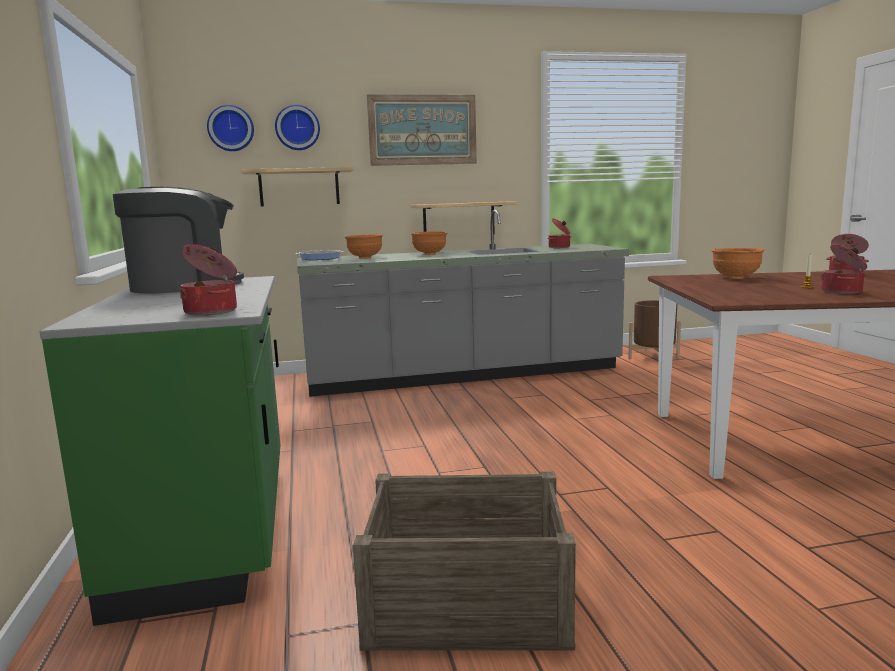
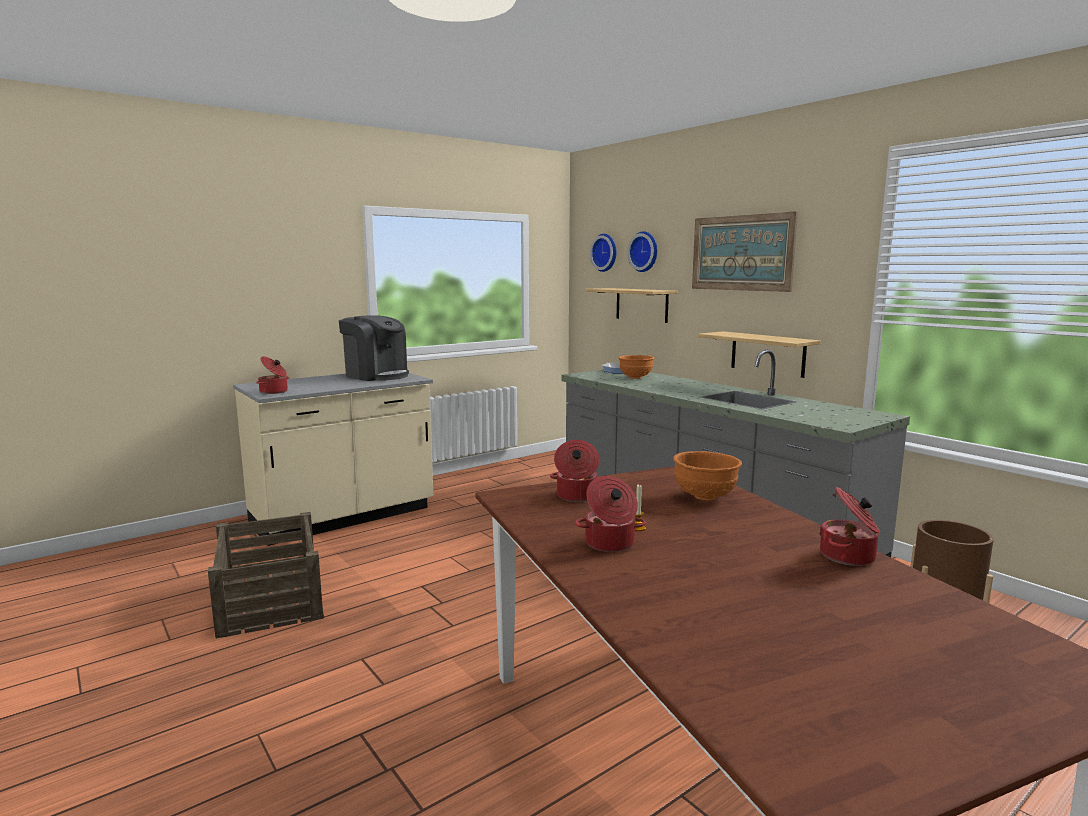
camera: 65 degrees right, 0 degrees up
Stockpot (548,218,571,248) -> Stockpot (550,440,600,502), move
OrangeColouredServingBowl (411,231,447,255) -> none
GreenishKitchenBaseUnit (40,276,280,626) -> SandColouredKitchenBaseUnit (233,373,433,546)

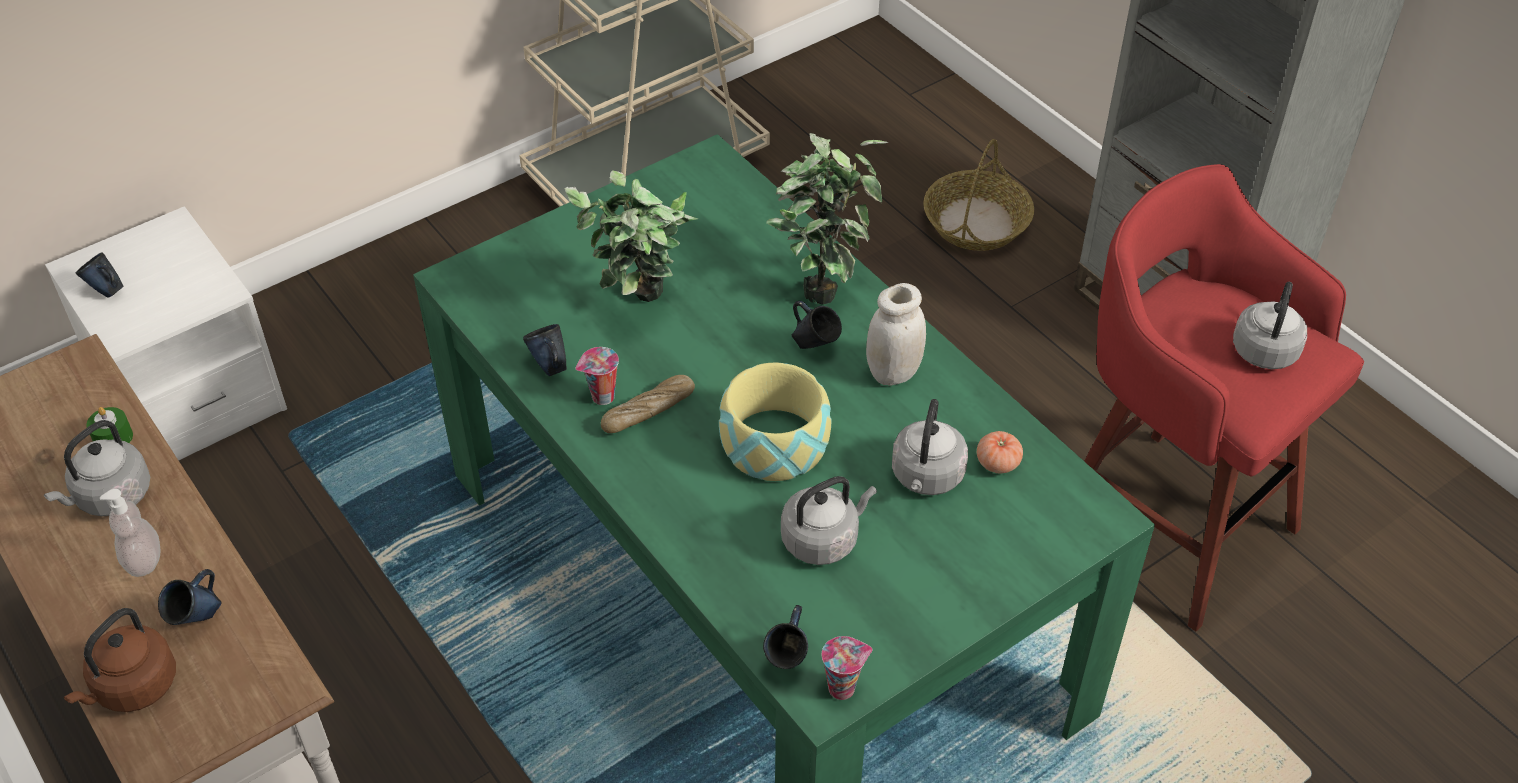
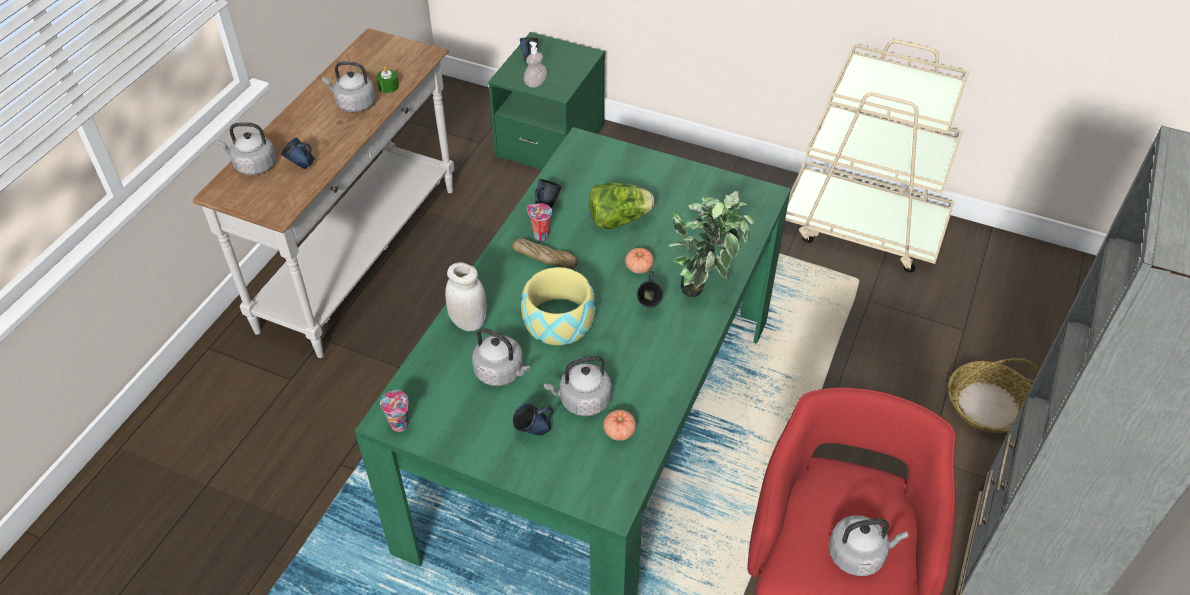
camera: 60 degrees right, 0 degrees up
Houseplant (564,170,698,302) -> Lettuce (589,183,655,229)
WhiteColouredNightstand (45,206,287,460) -> GreenishNightstand (488,32,605,170)
WhiteColouredJar (866,283,926,386) -> WhiteColouredJar (445,262,487,331), move
LiquidSoapBottle (100,489,160,577) -> LiquidSoapBottle (524,42,547,88), move
BlueColouredCoffeeMug (763,605,808,669) -> BlueColouredCoffeeMug (513,403,554,435), move
BrownishTeaKettle (64,608,176,712) -> GreyTeaKettle (217,122,276,175)
none -> FreshTomato (625,248,654,274)

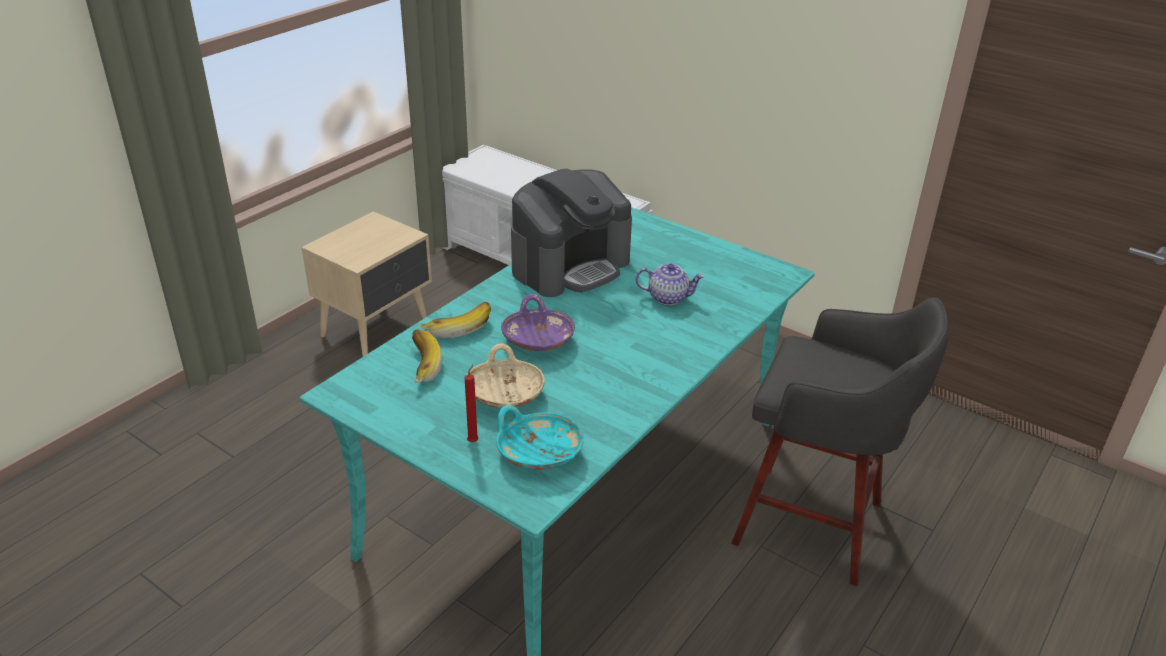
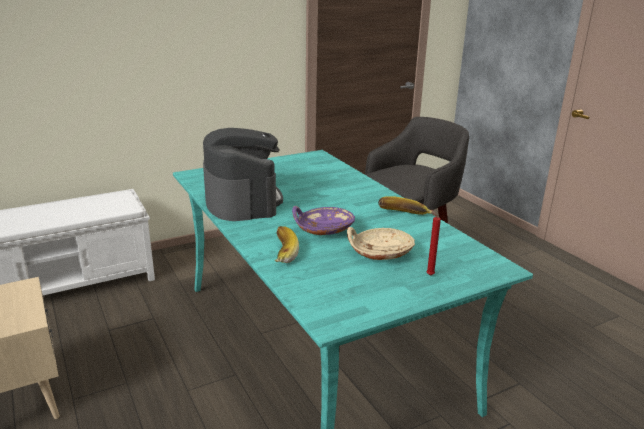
camera: 65 degrees left, 10 degrees down
Teapot (636,264,704,305) -> none
BananaFruit (412,329,443,382) -> BananaFruit (378,196,432,215), move
BlueGreenServingBowl (496,405,584,470) -> none

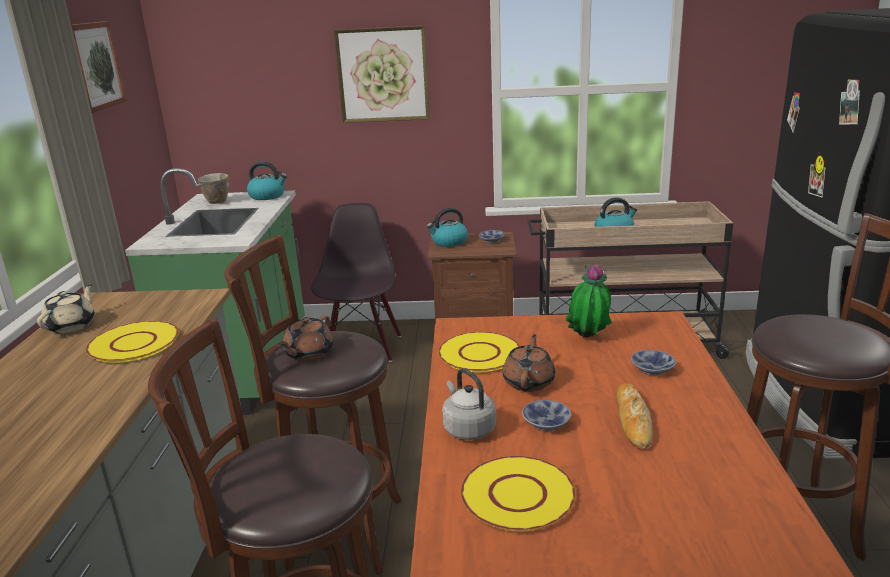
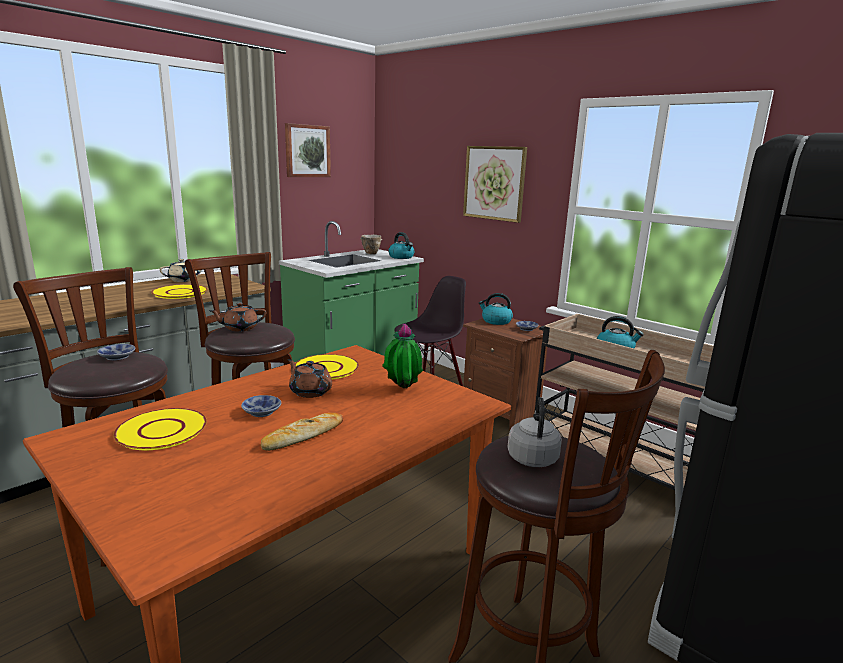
camera: 40 degrees right, 5 degrees down
BrownishTeapot (503,334,555,392) -> BrownishTeapot (288,359,332,398), 105 degrees counterclockwise
ServingBowl (631,350,676,375) -> ServingBowl (97,344,135,361), move
GreyTeaKettle (442,368,496,440) -> GreyTeaKettle (507,397,562,467), move

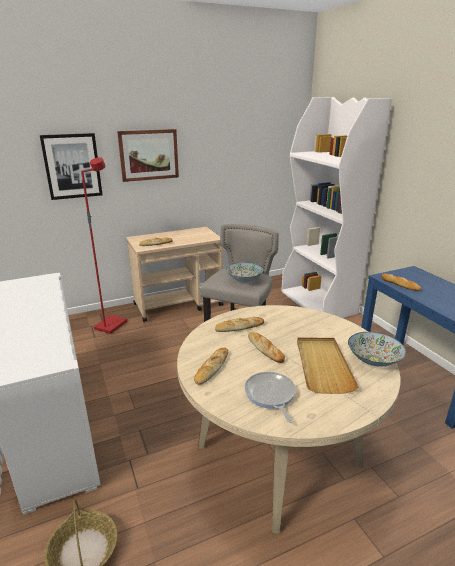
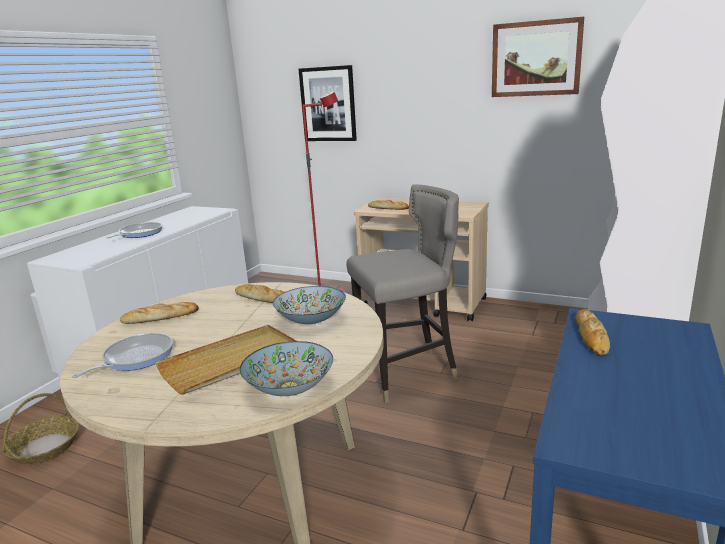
camera: 50 degrees right, 5 degrees down
WallArt (117,129,179,182) -> WallArt (492,17,584,97), move
ServingBowl (226,262,264,282) -> ServingBowl (273,286,346,324), move
Bread (248,332,285,363) -> none
none -> Pan (106,222,162,238)

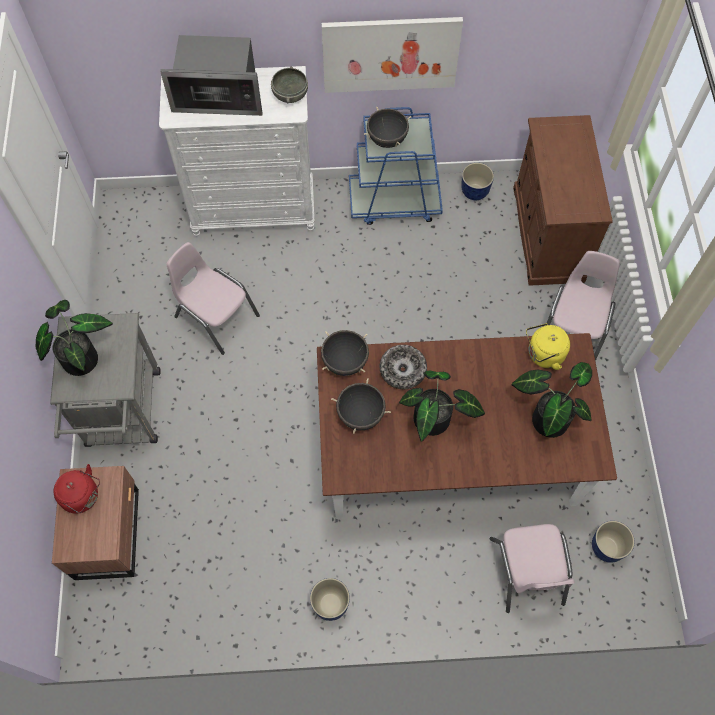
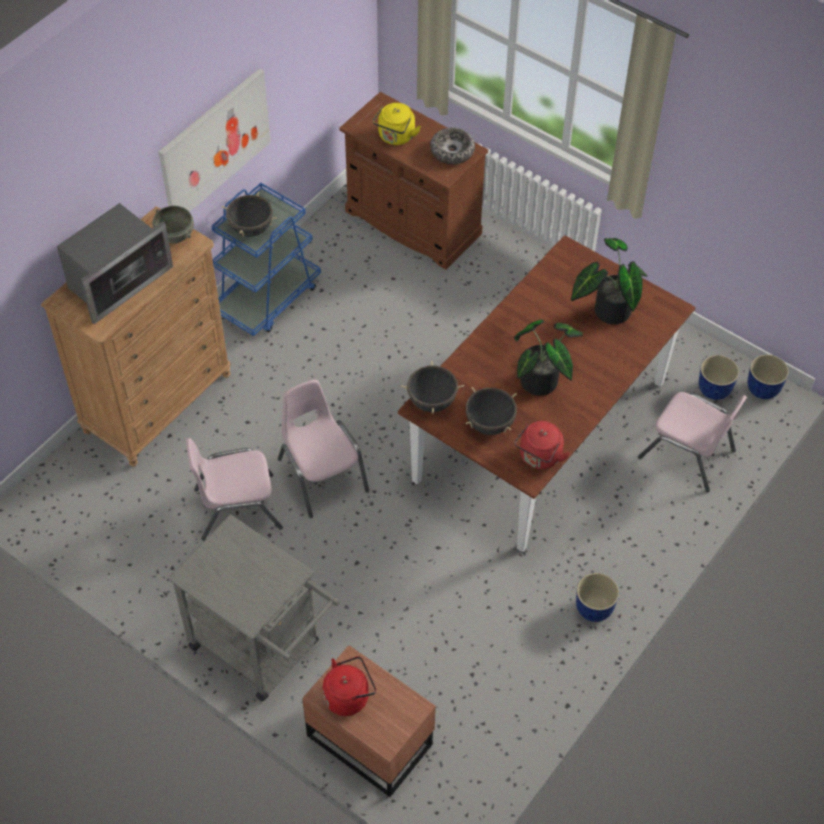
camera: 50 degrees left, 10 degrees down
WhiteColouredDresser (159,66,314,236) -> BrownishDresser (41,206,230,467)
PlantPot (461,163,494,200) -> PlantPot (748,354,789,399), move
PinkColouredUprightChair (547,251,620,361) -> PinkColouredUprightChair (278,380,369,518), move
Houseplant (36,300,113,376) -> none
YellowTeaKettle (526,323,570,370) -> YellowTeaKettle (373,103,421,145), move
ServingBowl (380,345,427,389) -> ServingBowl (430,128,475,164), move
none -> RedTeaKettle (514,421,570,469)

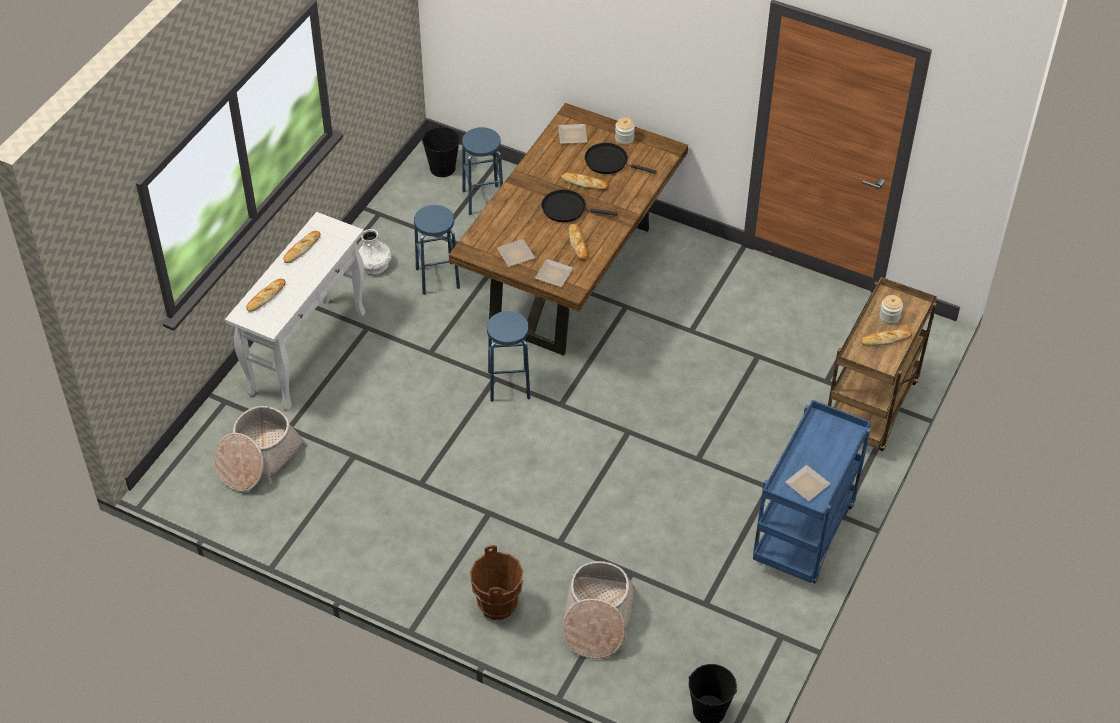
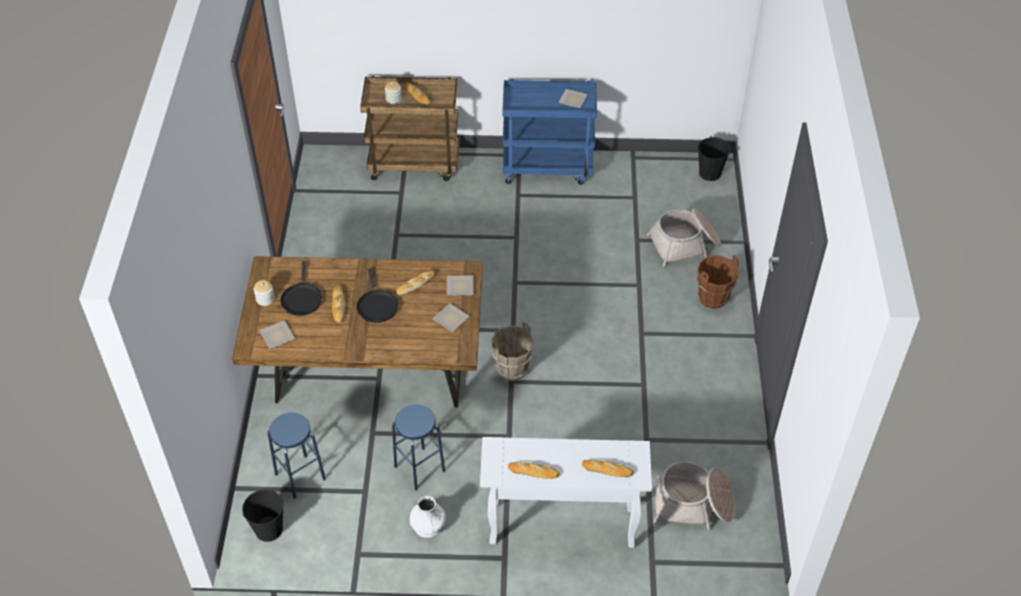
camera: 115 degrees left, 0 degrees up
BlueColouredStool (487,311,530,402) -> BrownishBucket (491,322,534,381)

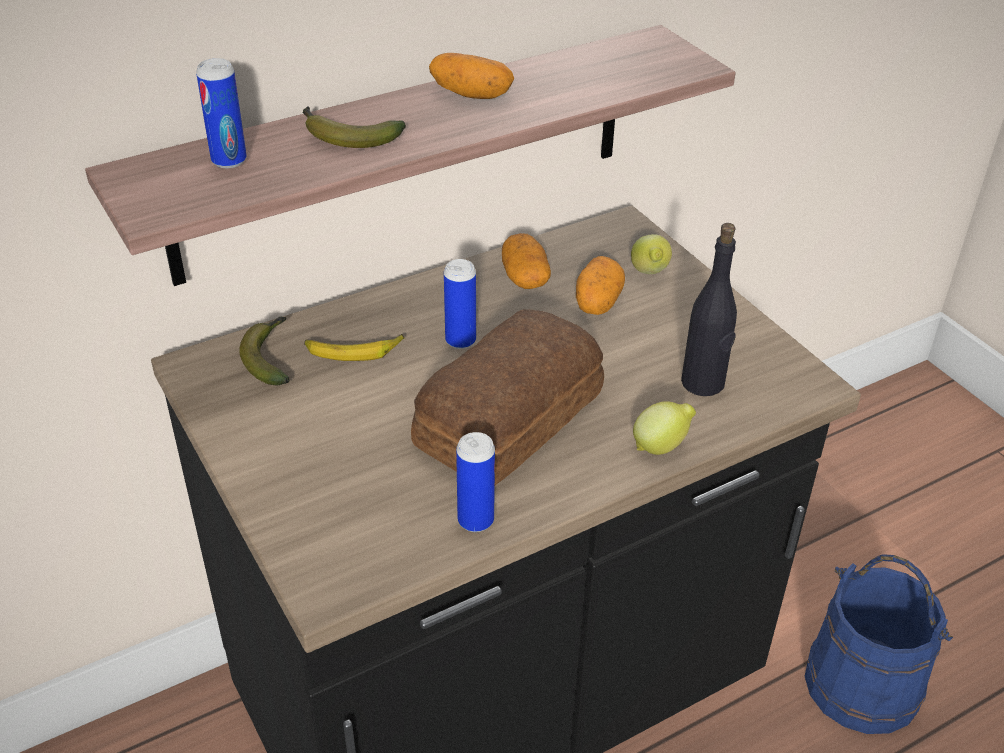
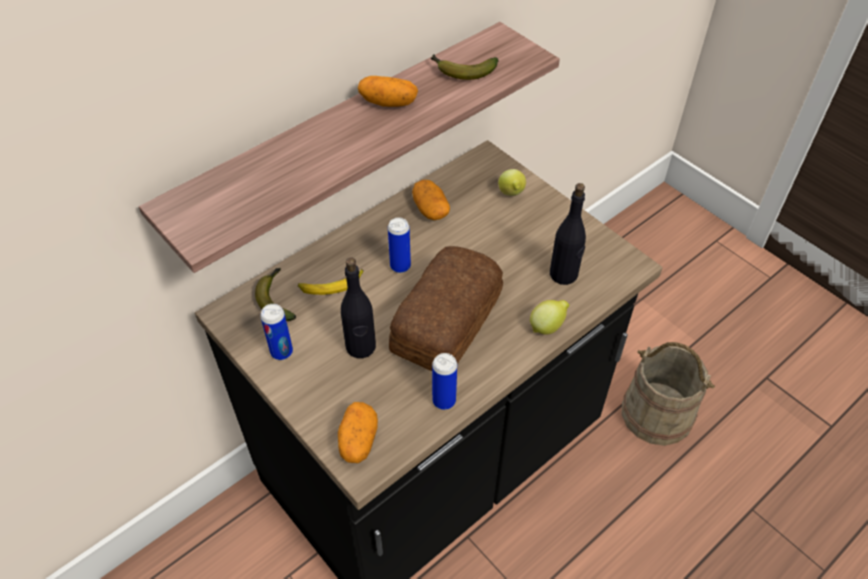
camera: 10 degrees left, 10 degrees up
SealedCan (196,58,247,168) -> SealedCan (260,304,293,360), move
BananaFruit (302,106,406,148) -> BananaFruit (431,54,498,80), move
Potato (576,256,625,315) -> Potato (338,402,378,463), move
BlueColouredBucket (805,554,953,734) -> SandColouredBucket (622,342,715,446)
none -> BlackColouredBeverageBottle (341,257,376,358)

